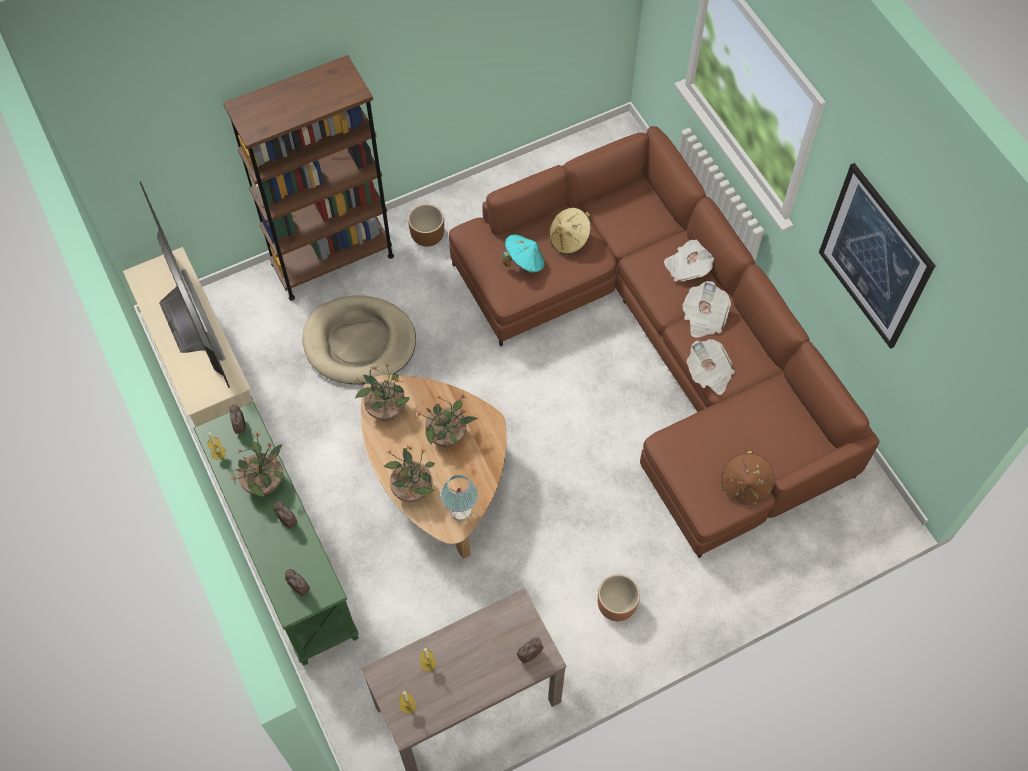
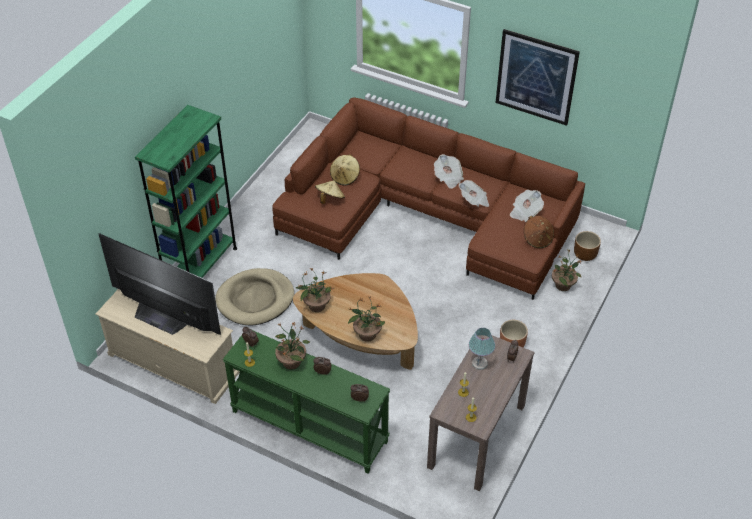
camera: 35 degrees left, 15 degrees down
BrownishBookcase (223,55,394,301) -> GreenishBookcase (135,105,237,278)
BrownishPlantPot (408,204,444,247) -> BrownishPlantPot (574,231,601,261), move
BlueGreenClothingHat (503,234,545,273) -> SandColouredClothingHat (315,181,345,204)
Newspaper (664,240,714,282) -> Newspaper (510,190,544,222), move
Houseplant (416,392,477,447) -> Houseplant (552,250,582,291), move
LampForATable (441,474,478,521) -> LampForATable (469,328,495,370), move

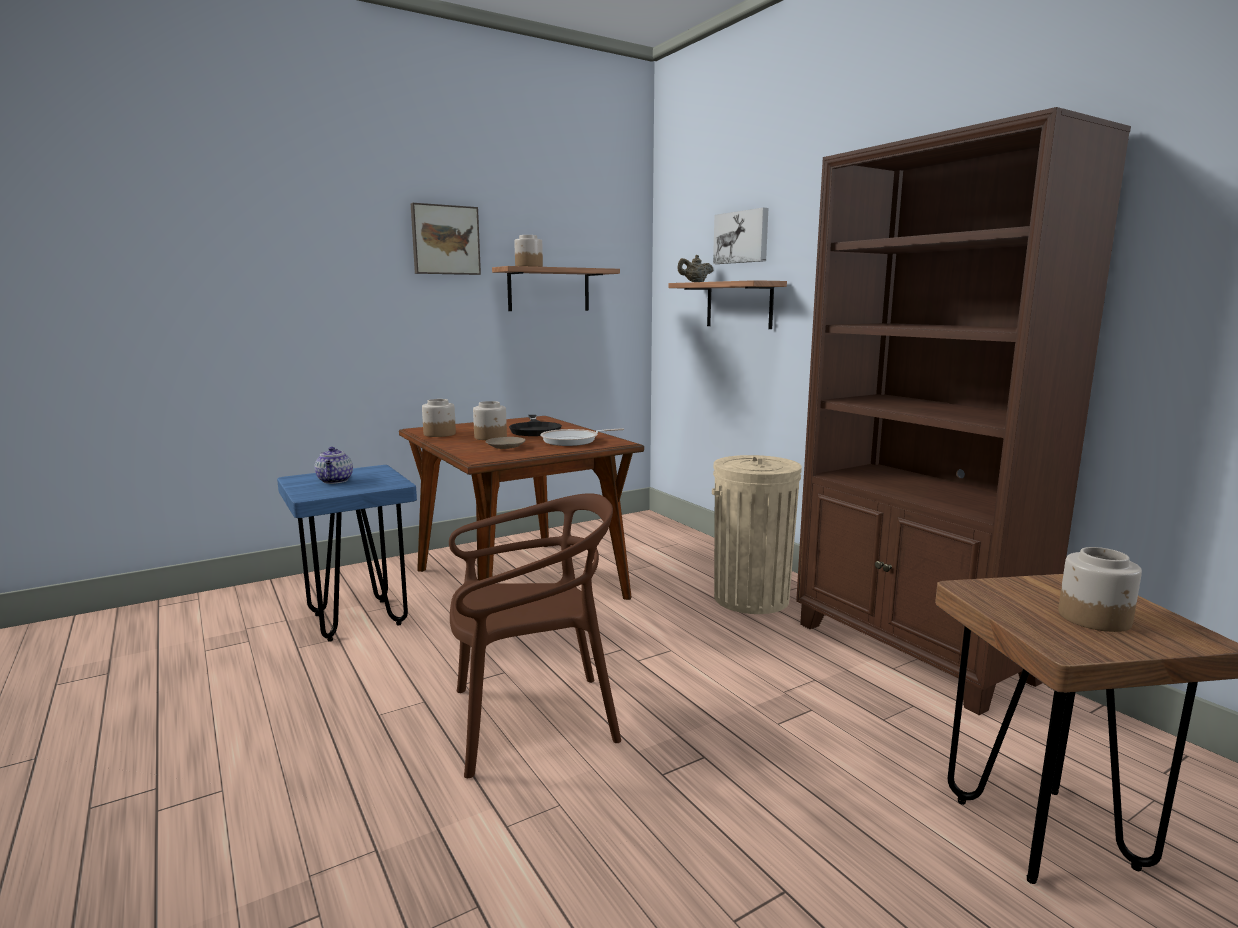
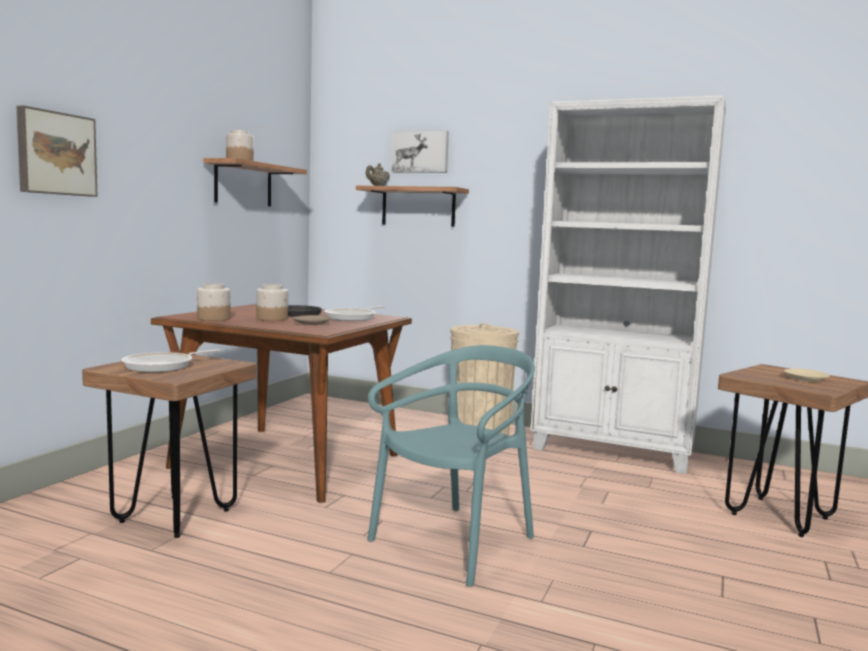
camera: 35 degrees left, 5 degrees down
BrownishBookcase (796,107,1131,715) -> WhiteColouredBookcase (531,95,726,474)
WallArt (411,203,481,275) -> WallArt (16,105,98,197), move
Teapot (314,447,353,484) -> Pan (121,350,220,372)
BlueColouredStool (277,465,417,642) -> BrownishStool (82,352,257,538)
BrownishUprightChair (449,493,621,778) -> BlueGreenUprightChair (367,345,535,587)
Jar (1058,547,1142,632) -> SandColouredFlatDish (784,369,830,382)

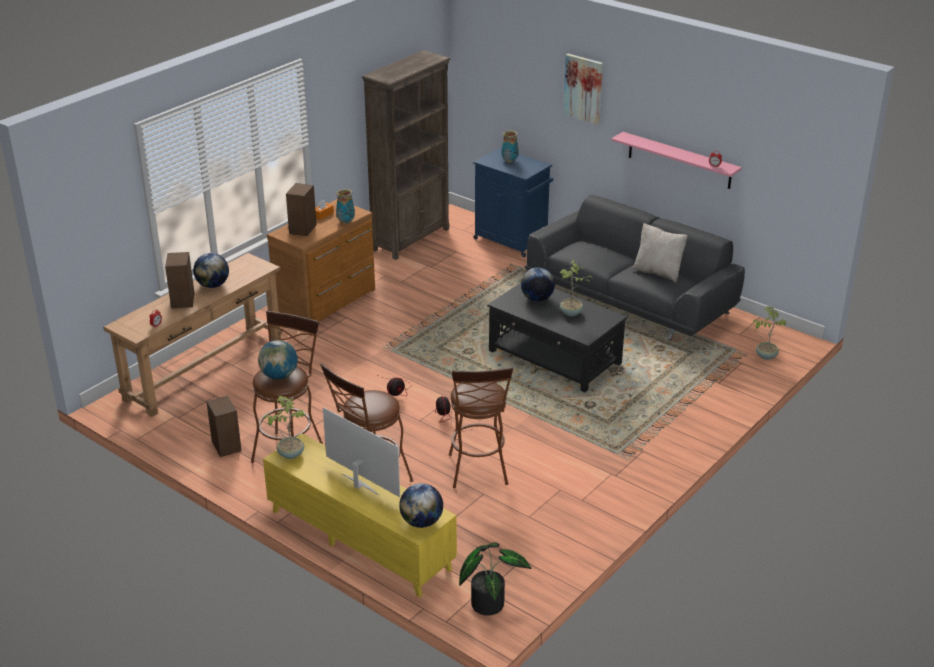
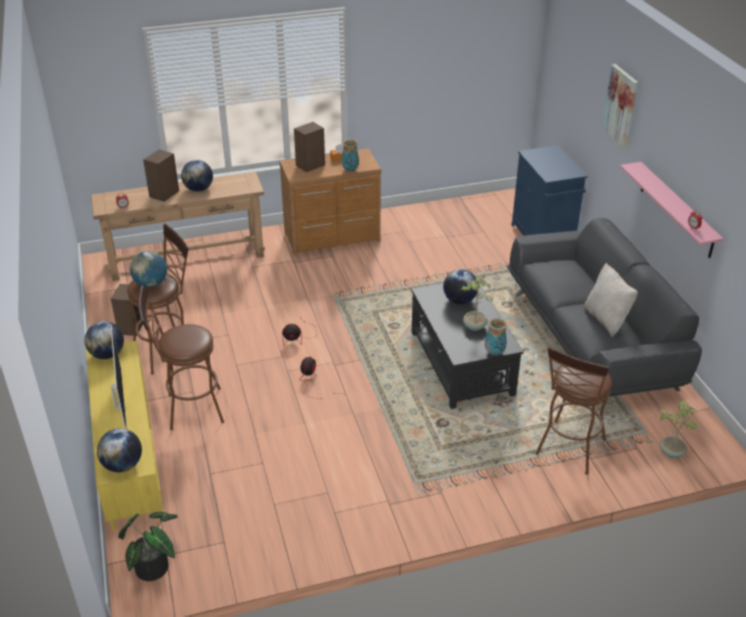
camera: 35 degrees right, 5 degrees up
BrownishBookcase (362,50,451,260) -> none
Vase (501,131,519,163) -> Vase (485,318,507,355), move
BrownishStool (449,367,513,488) -> BrownishStool (535,346,612,475), move
Houseplant (263,396,305,459) -> DeskGlobe (85,321,124,359)

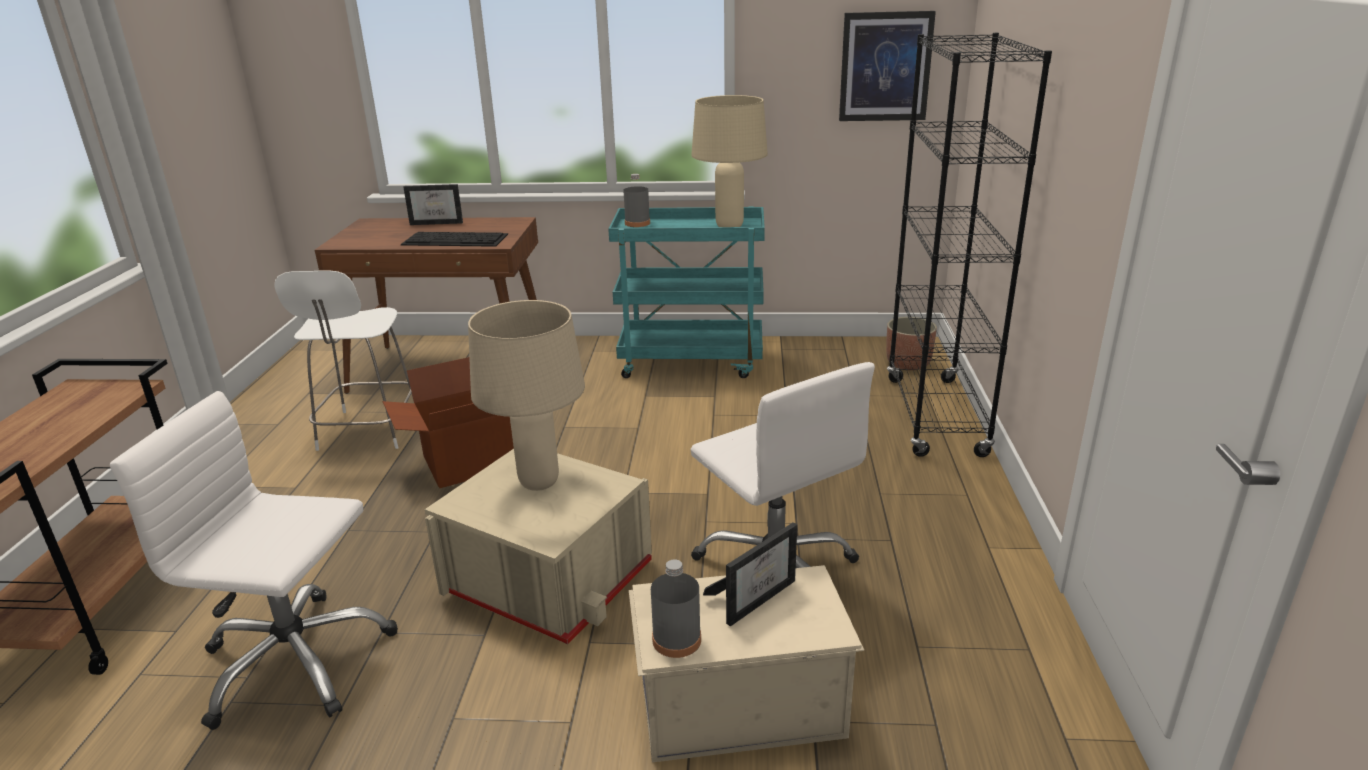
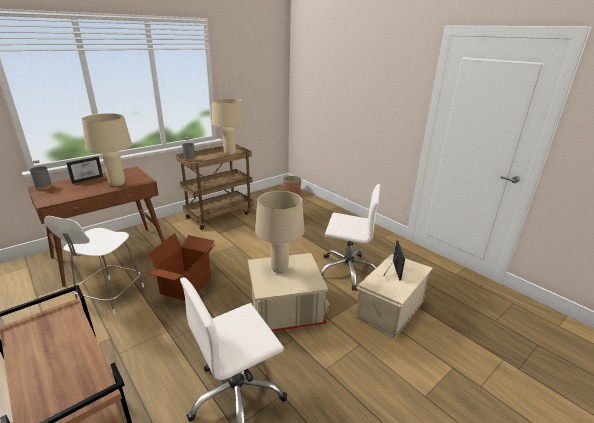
camera: 45 degrees left, 0 degrees up
WallArt (839,11,936,121) -> none
BlackColouredBookcase (887,33,1052,457) -> none
BlueGreenTrolley (608,207,765,378) -> BrownishTrolley (176,145,253,230)
Keyboard (401,232,508,247) -> SandColouredLampForATable (82,113,132,186)
WhiteColouredUprightChair (274,270,413,451) -> WhiteColouredUprightChair (44,216,144,315), 60 degrees clockwise
GreyBeverageBottle (651,559,701,658) -> GreyBeverageBottle (30,160,53,190), move

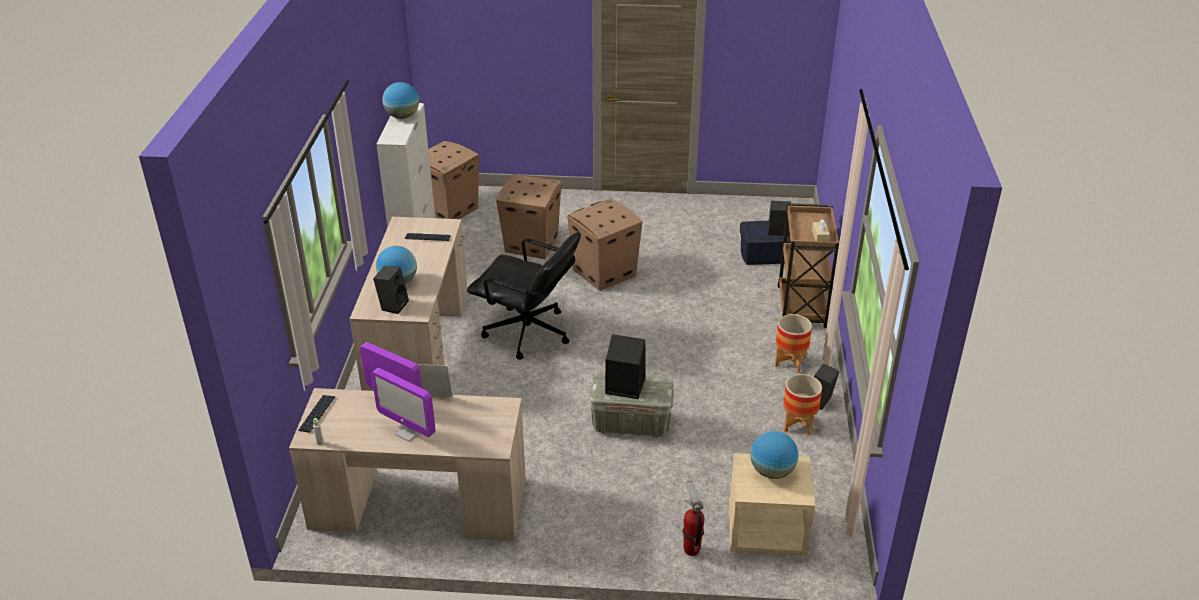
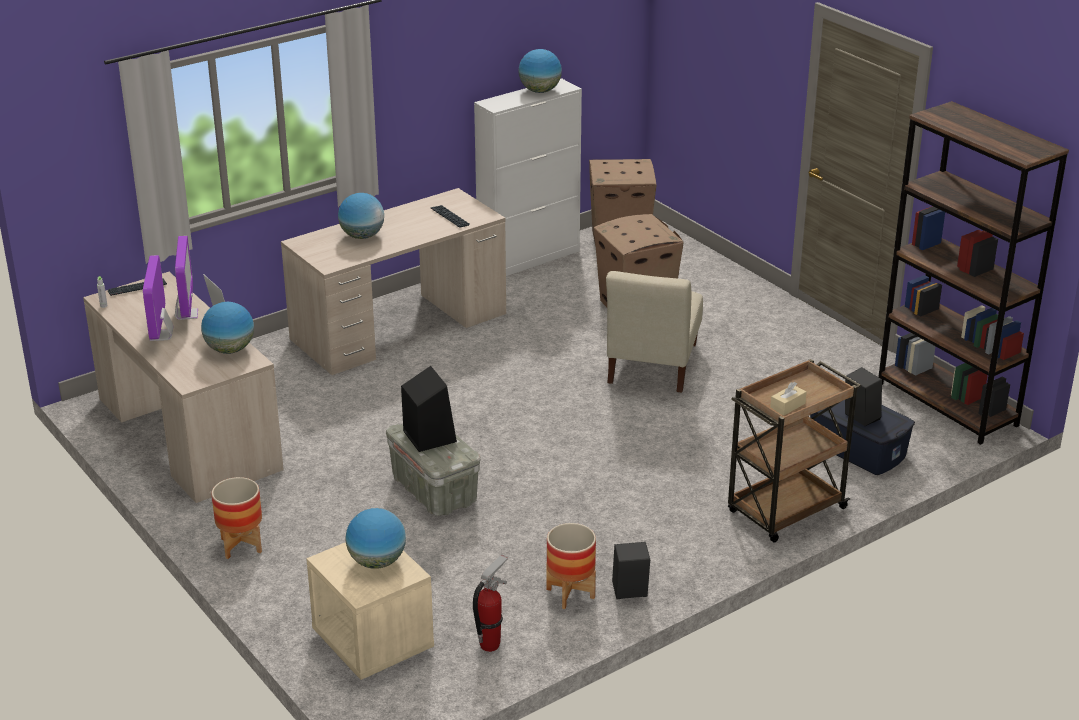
camera: 50 degrees right, 5 degrees down
PackingBox (567,199,643,291) -> SandColouredUprightChair (606,271,703,393)
BlackColouredComputerChair (467,232,581,360) -> none
BlackColouredSpeaker (373,266,409,314) -> none
PlantPot (775,314,812,373) -> PlantPot (211,477,262,559), move
Extinguisher (682,481,704,556) -> Extinguisher (473,554,508,652), move
none -> BrownishBookcase (878,101,1069,445)
none -> DeskGlobe (201,302,254,354)

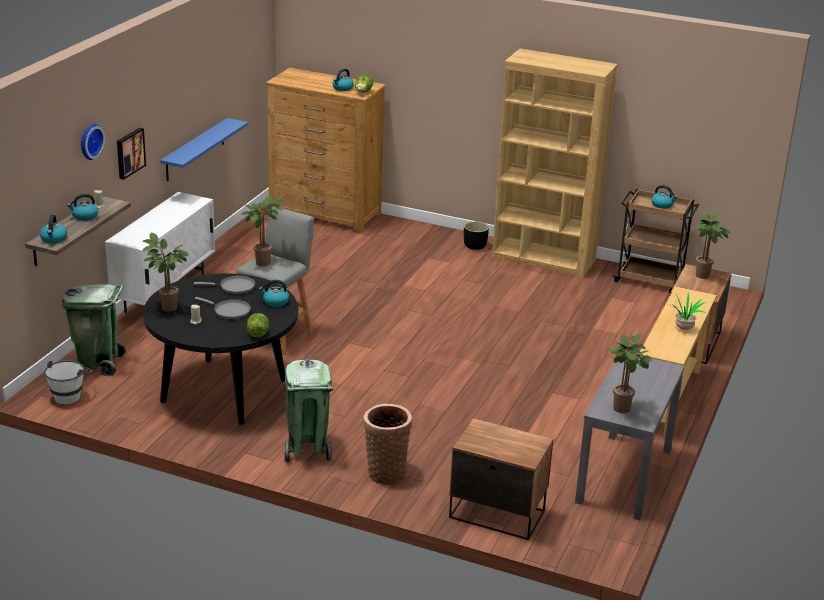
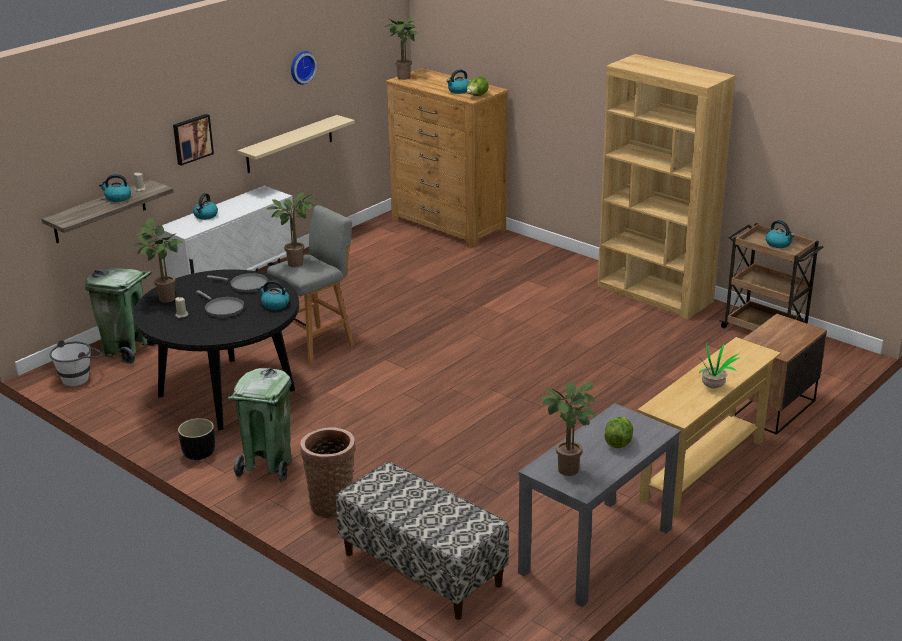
camera: 20 degrees right, 0 degrees up
BlueColouredBracketShelf (160,118,248,181) -> SandColouredBracketShelf (238,115,355,173)
WallClock (81,124,105,160) -> WallClock (291,51,317,85), move
Houseplant (696,212,730,279) -> Houseplant (385,17,419,80), move
TeaKettle (40,215,67,244) -> TeaKettle (193,193,218,220), move
BlackColouredPlantPot (464,221,489,250) -> BlackColouredPlantPot (178,418,215,460), move
Lettuce (247,313,269,338) -> Lettuce (605,417,633,448), move
Nightstand (449,418,553,540) -> LongSeat (336,462,509,620)

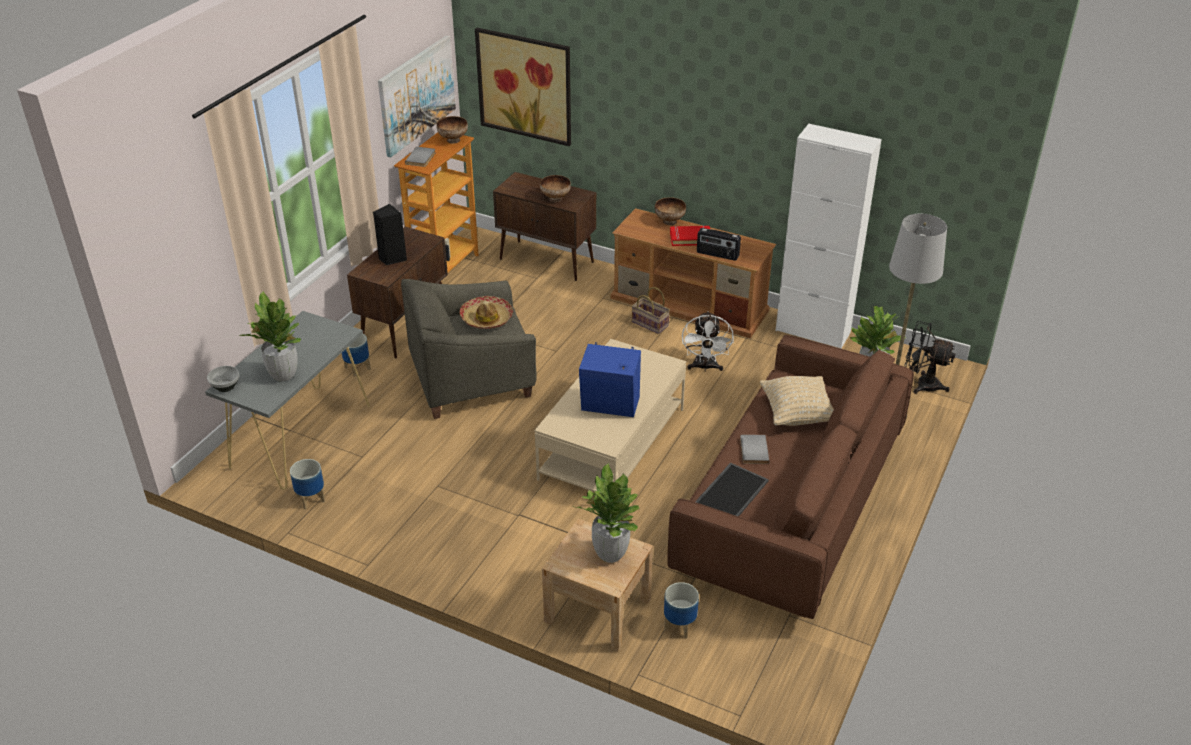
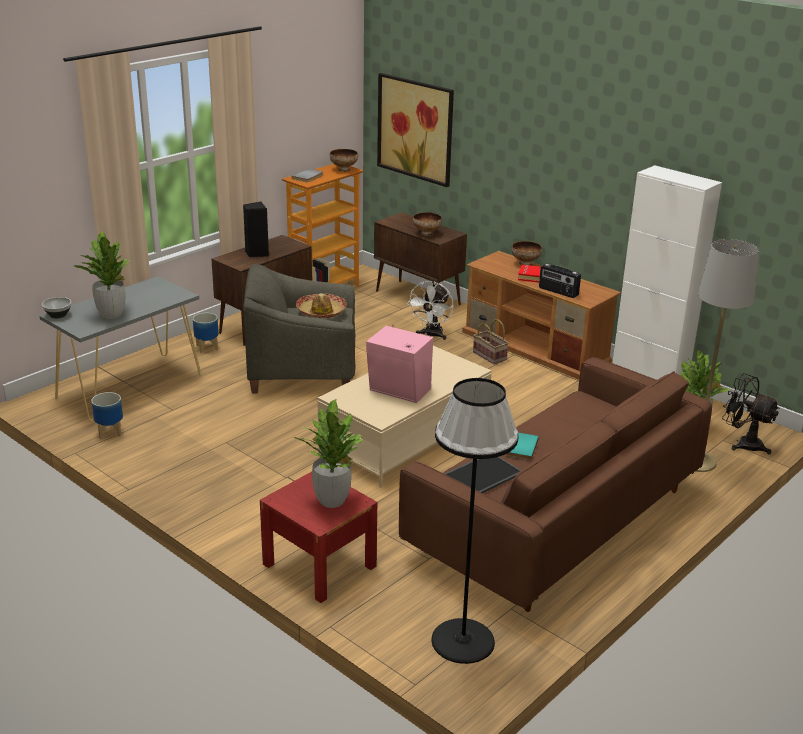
camera: 15 degrees right, 10 degrees down
WallArt (378,35,456,157) -> none
WhiteColouredCoolingFan (682,311,734,372) -> WhiteColouredCoolingFan (407,281,454,340), move
BlueColouredSpeaker (579,342,641,417) -> PinkColouredSpeaker (366,325,433,403)
SandColouredCushion (760,376,834,426) -> none
GreyBoundBook (740,435,769,464) -> BlueGreenBoundBook (505,433,539,460)
SandColouredNightstand (542,519,653,651) -> RedNightstand (260,472,377,603)
PlantPot (664,582,699,638) -> none
none -> BlackColouredStandardLamp (431,378,519,664)

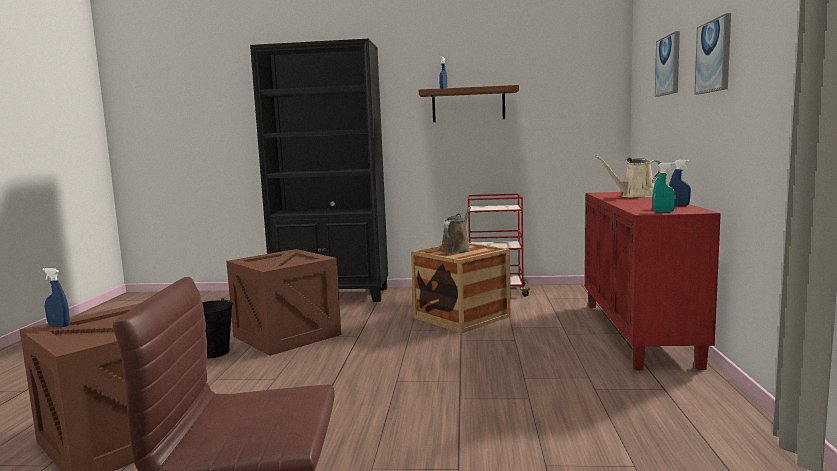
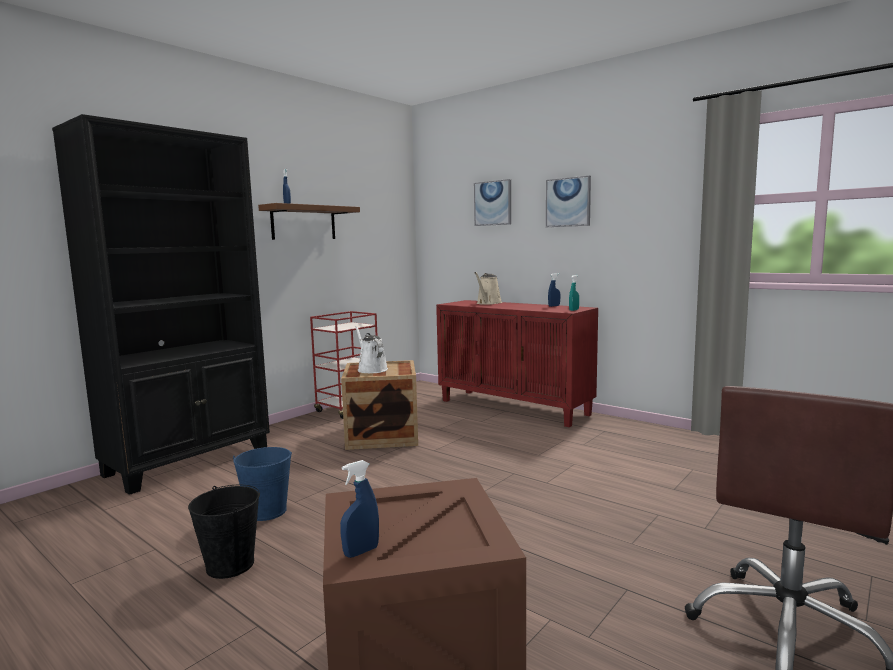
camera: 55 degrees left, 0 degrees up
BrownishWateringPot (440,207,471,253) -> WhiteColouredWateringPot (355,326,388,373)
ShippingCrate (226,249,341,356) -> BlueColouredBucket (233,447,292,521)

